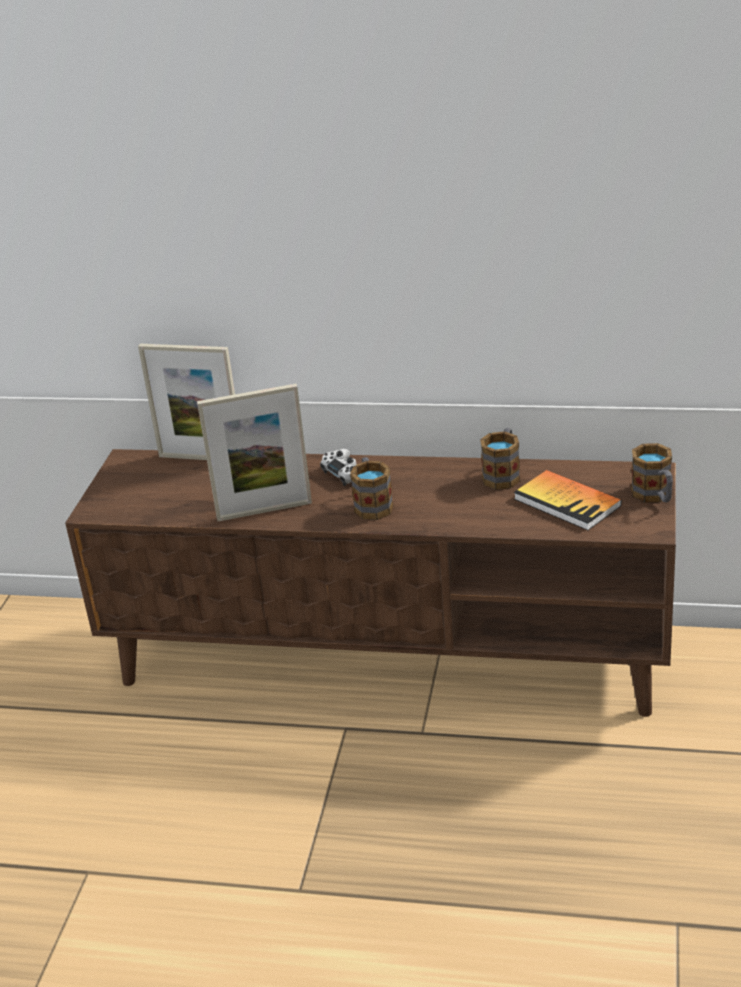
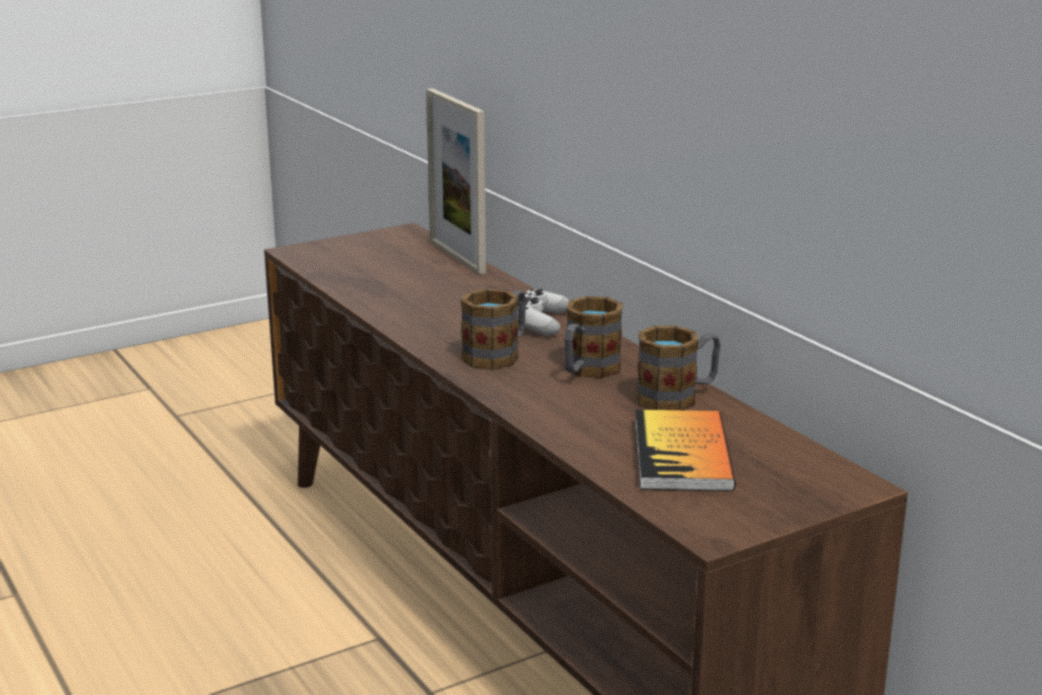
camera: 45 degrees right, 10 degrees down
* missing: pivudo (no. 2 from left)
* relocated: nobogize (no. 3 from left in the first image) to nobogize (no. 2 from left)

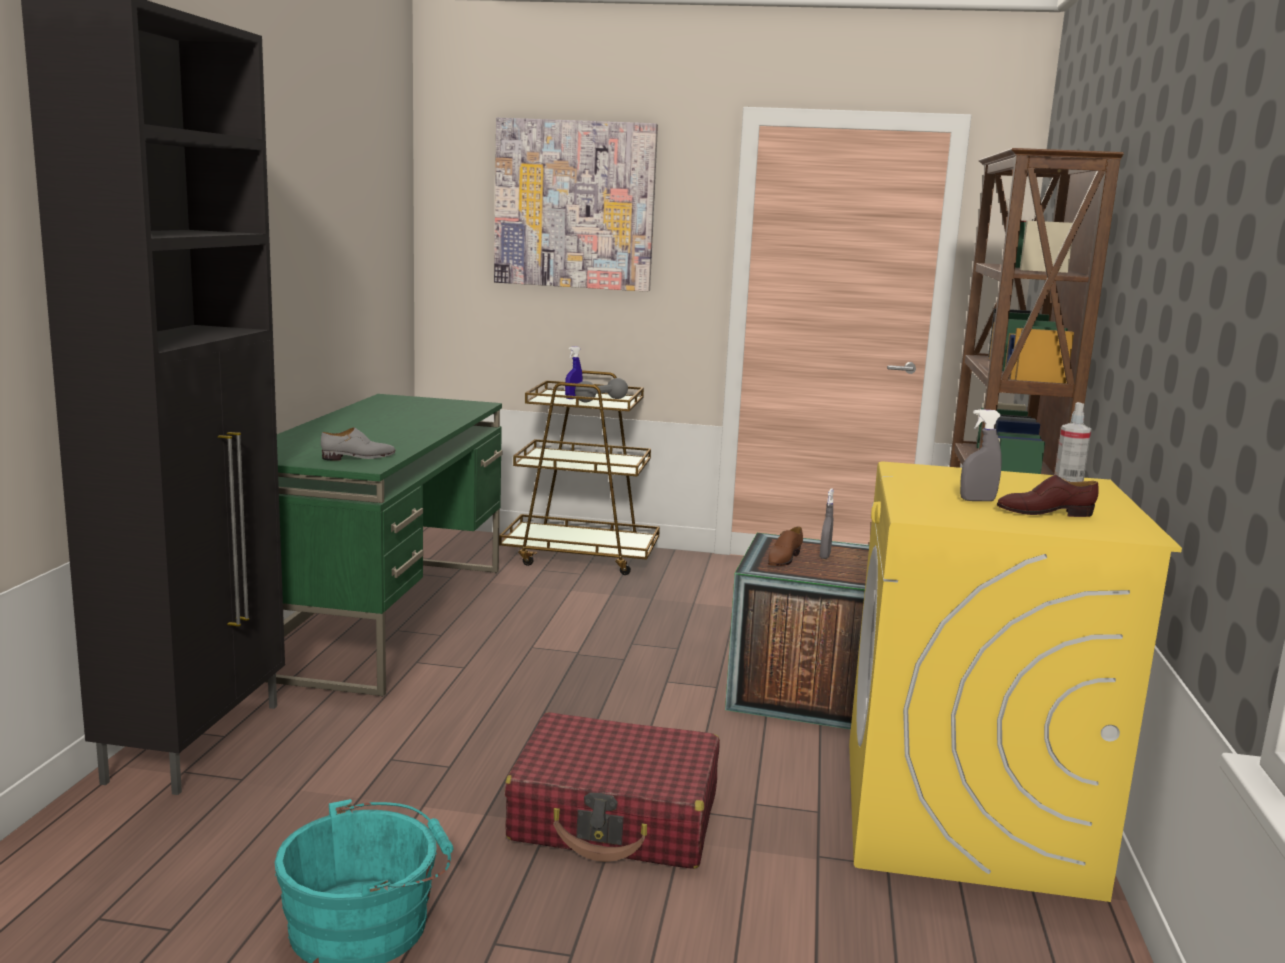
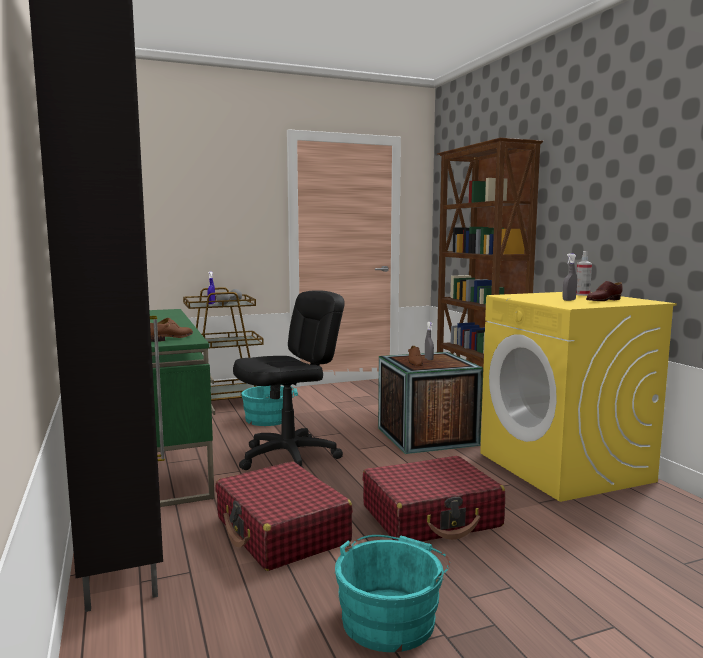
camera: 30 degrees left, 5 degrees down
* colour: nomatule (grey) to nomatule (brown) (no. 1 from left)
* missing: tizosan
* appeared: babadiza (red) (no. 1 from left)
* appeared: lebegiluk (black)
* appeared: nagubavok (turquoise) (no. 1 from left)

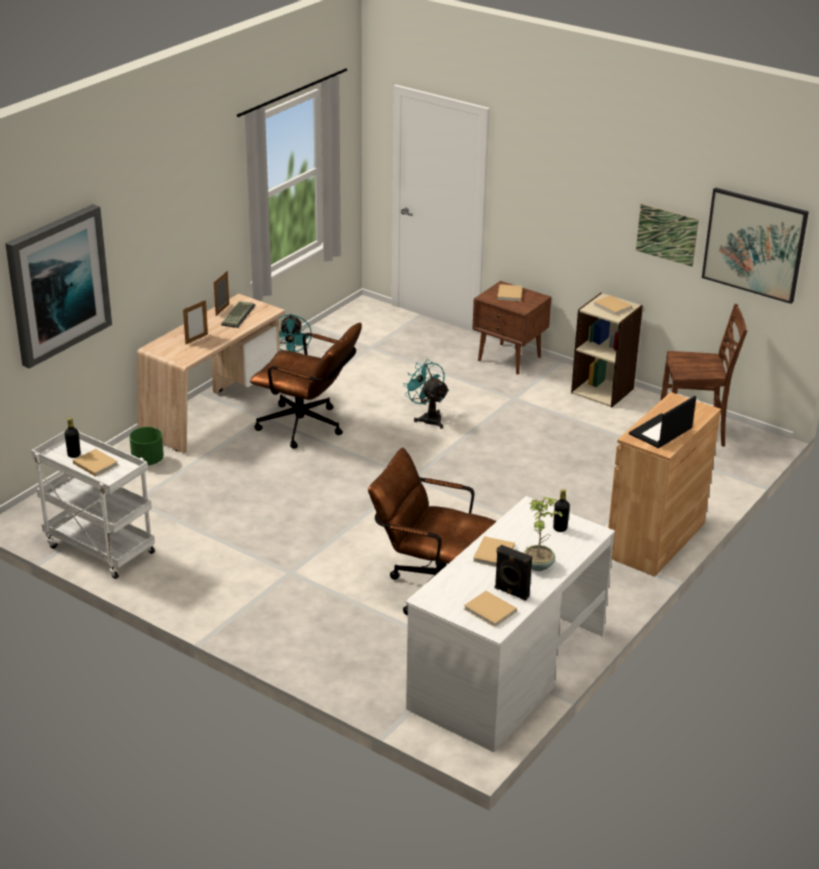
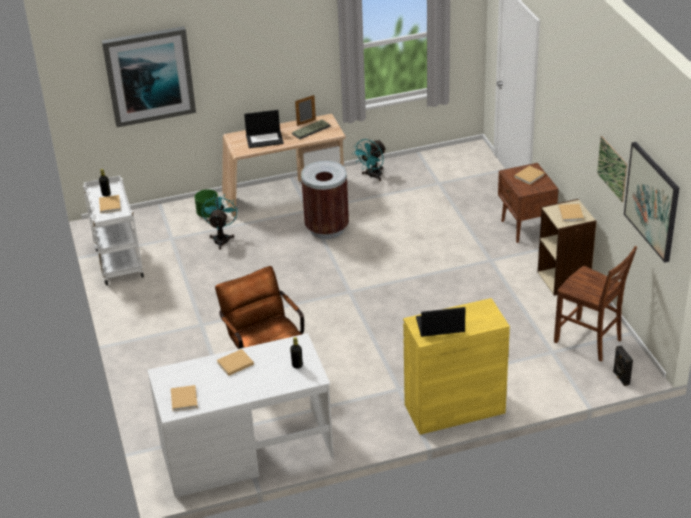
camera: 40 degrees right, 5 degrees up
* exchanged: pivudo (no. 1 from left) to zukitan (no. 1 from left)
* exchanged: lebegiluk (brown) (no. 1 from left) to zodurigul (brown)
* relocated: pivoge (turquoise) (no. 2 from left in the first image) to pivoge (turquoise) (no. 1 from left)
* relocated: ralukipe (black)
* missing: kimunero
* colour: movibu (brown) to movibu (yellow)

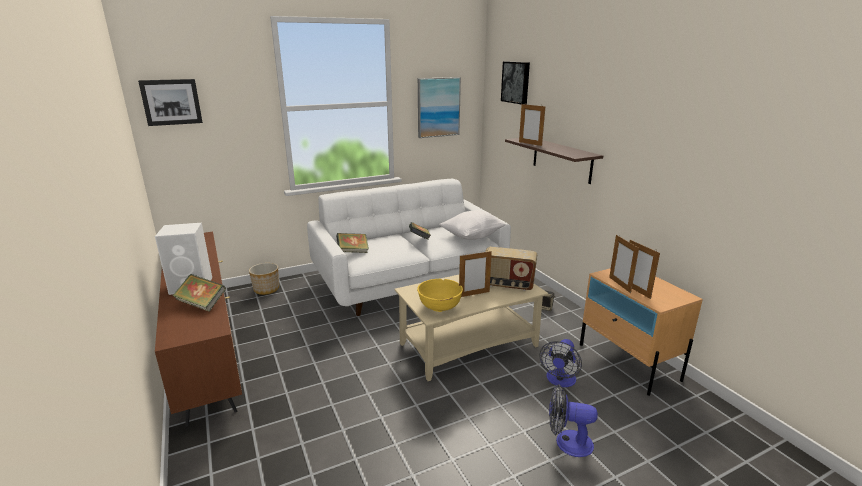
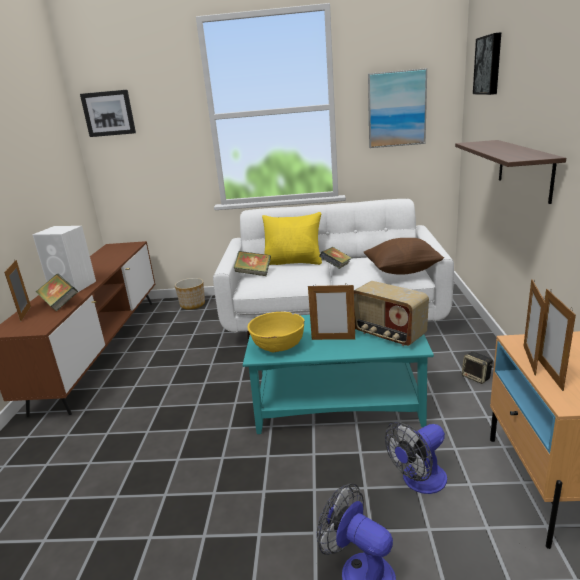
camera: 30 degrees right, 0 degrees up
* colour: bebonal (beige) to bebonal (turquoise)
* colour: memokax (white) to memokax (brown)
* relocated: pivudo (no. 2 from left in the first image) to pivudo (no. 1 from left)
* appeared: memokax (yellow)

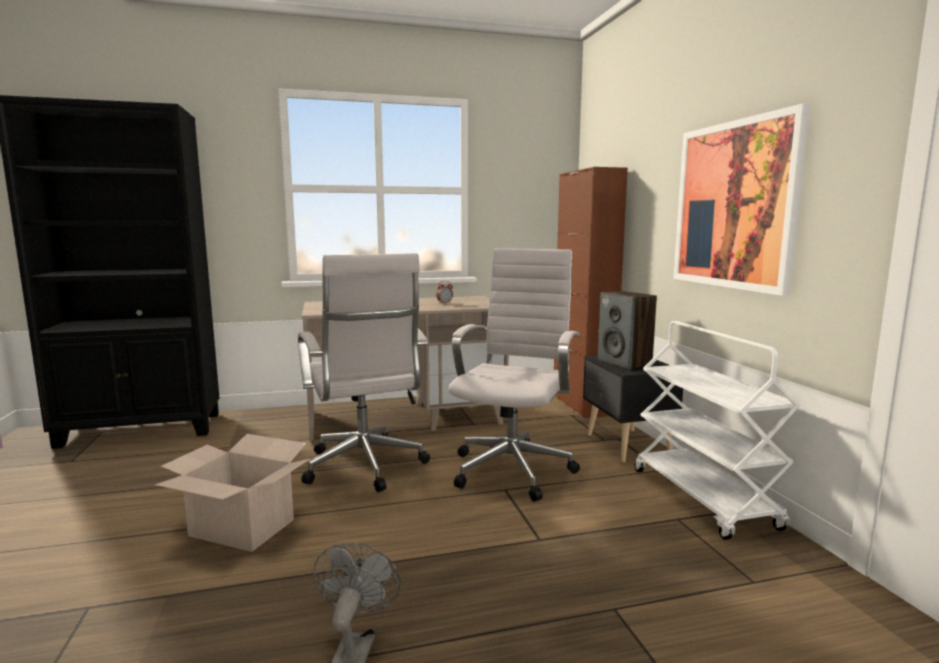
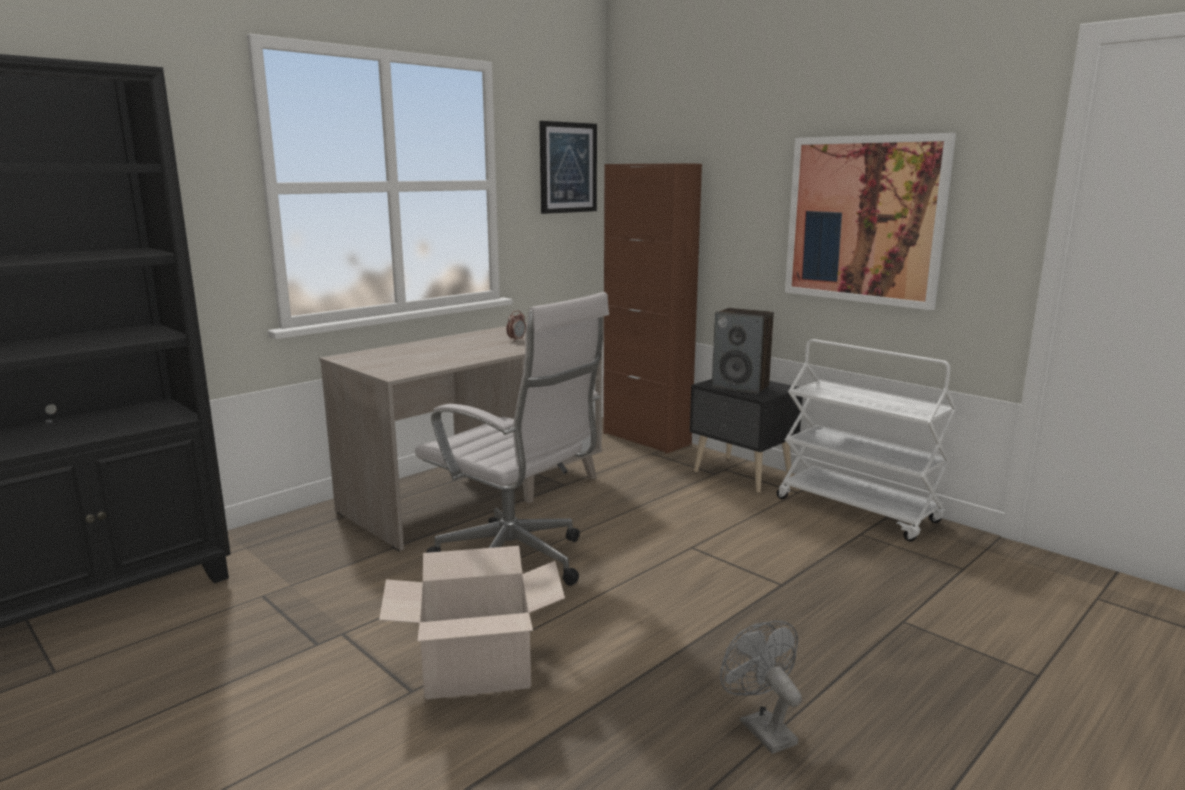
camera: 30 degrees left, 5 degrees up
* missing: lebegiluk (white) (no. 2 from left)
* appeared: tizosan (no. 1 from left)

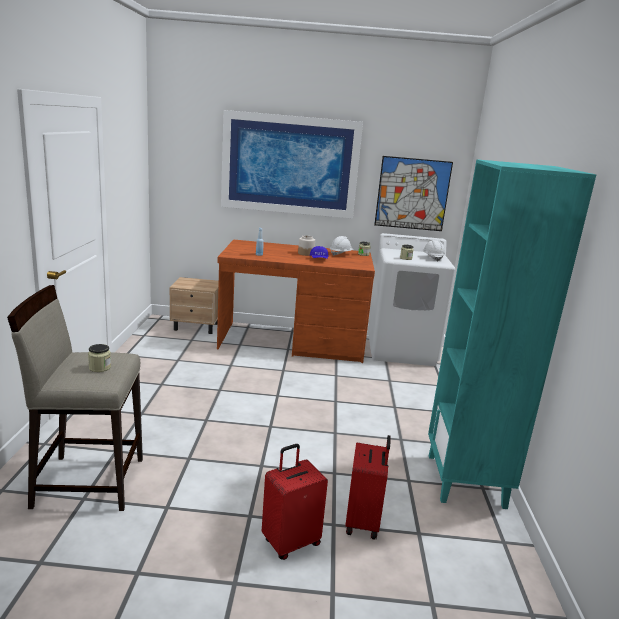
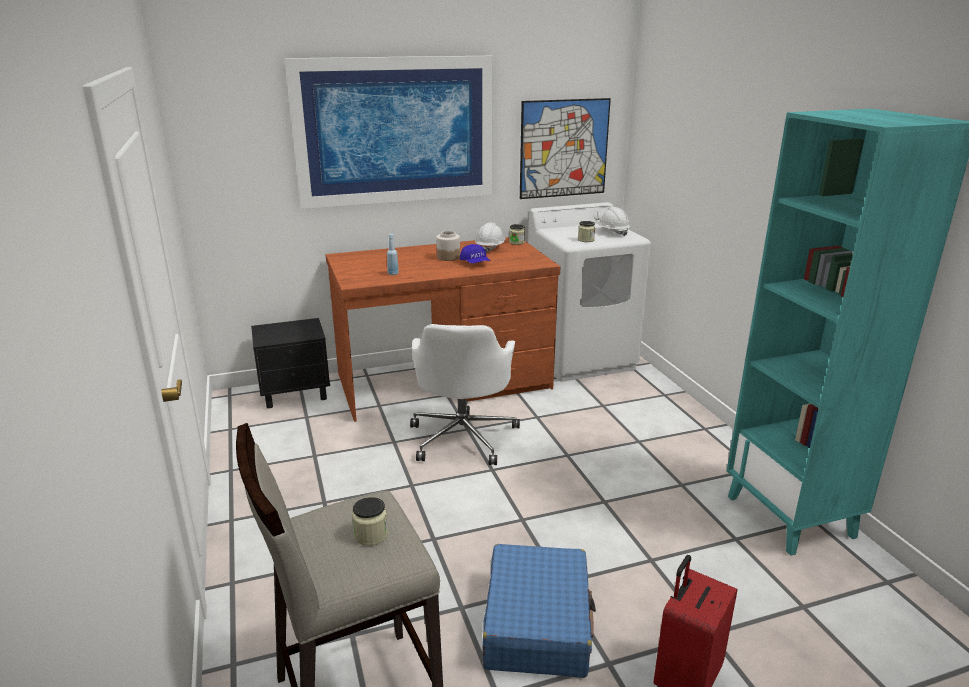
camera: 20 degrees left, 5 degrees up
* colour: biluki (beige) to biluki (black)
* missing: babadiza (red) (no. 2 from left)
* appeared: lebegiluk (white)
* appeared: babadiza (blue)

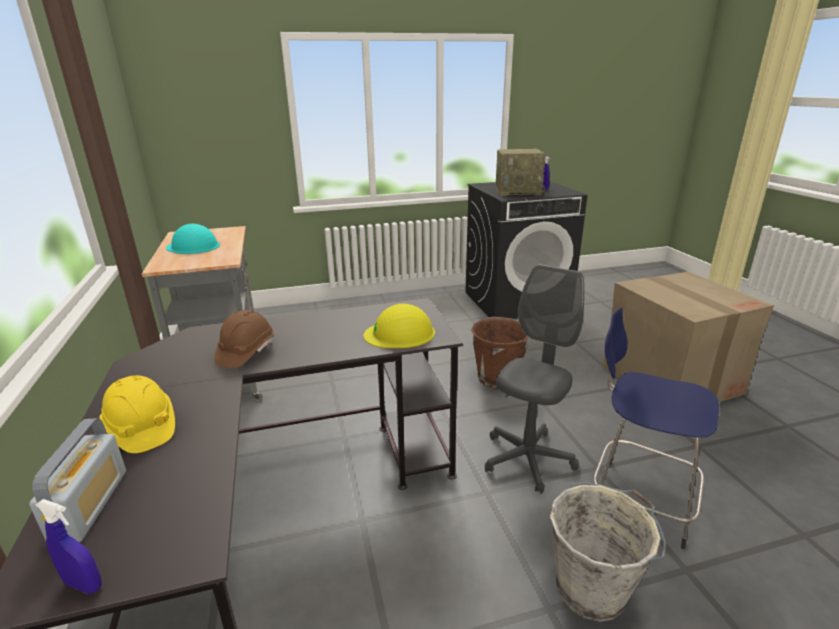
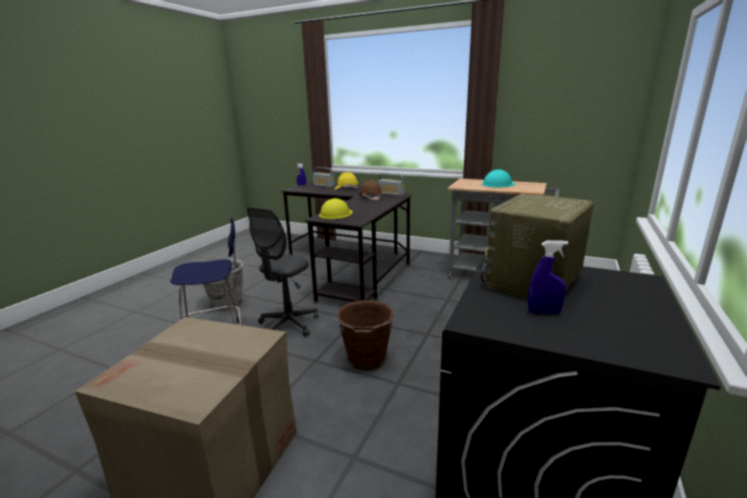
camera: 130 degrees right, 5 degrees down
* spun: lebegiluk (grey) 45 degrees clockwise
* appeared: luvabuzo (no. 2 from left)

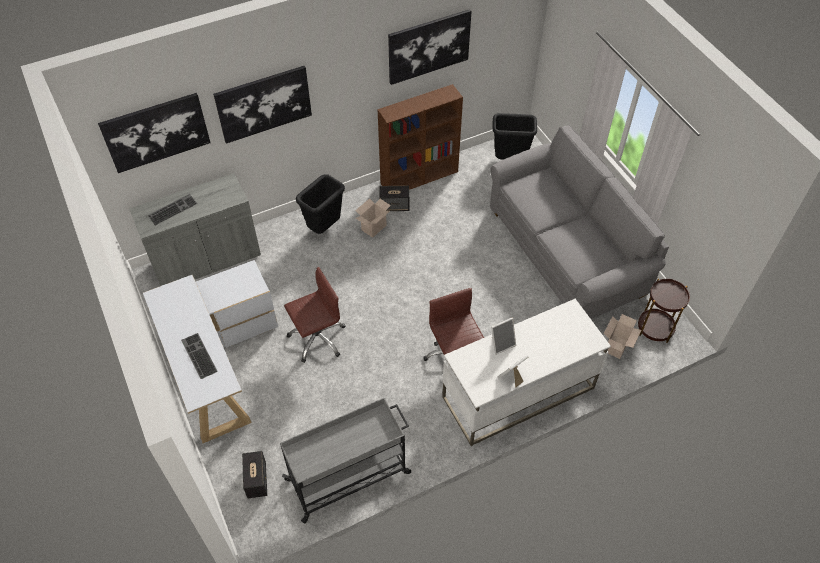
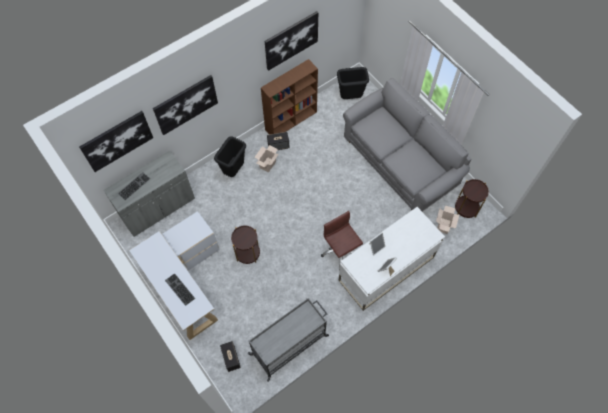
camera: 10 degrees left, 10 degrees up
* exchanged: lebegiluk (brown) (no. 1 from left) to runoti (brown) (no. 1 from left)

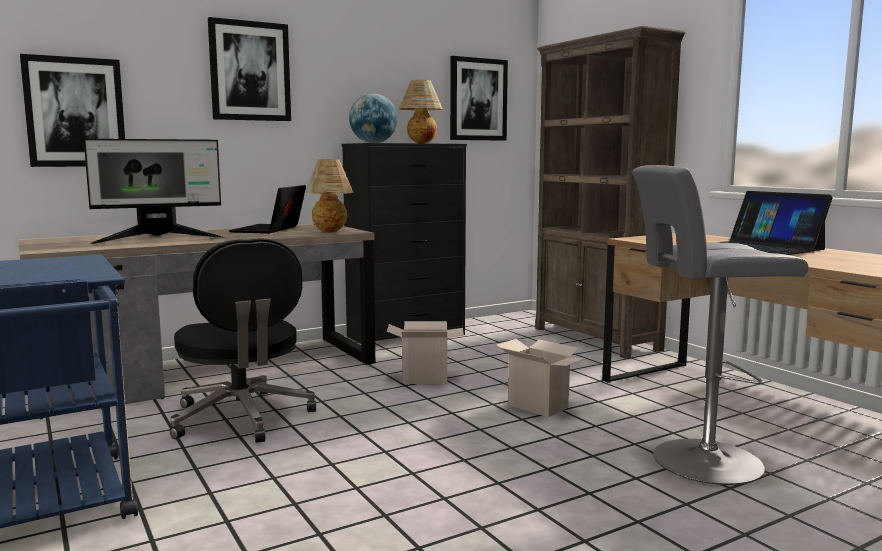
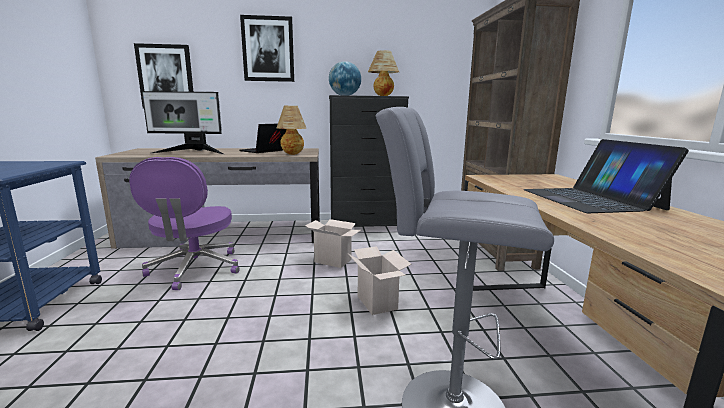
camera: 25 degrees right, 5 degrees up
* colour: lebegiluk (black) to lebegiluk (purple)
* missing: tizosan (no. 3 from left)

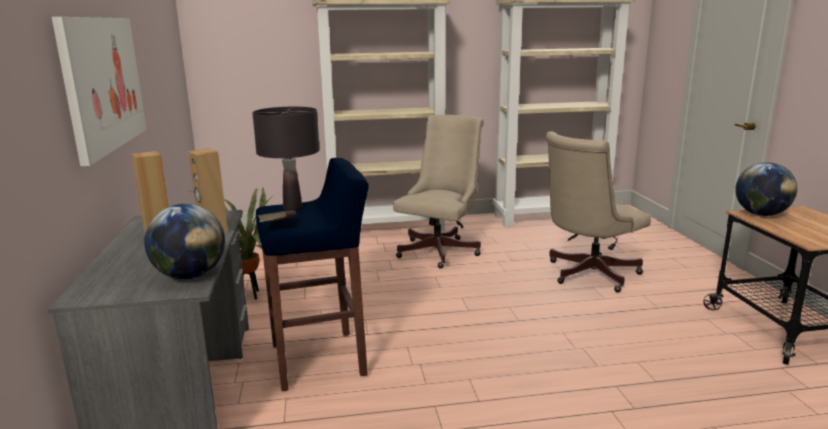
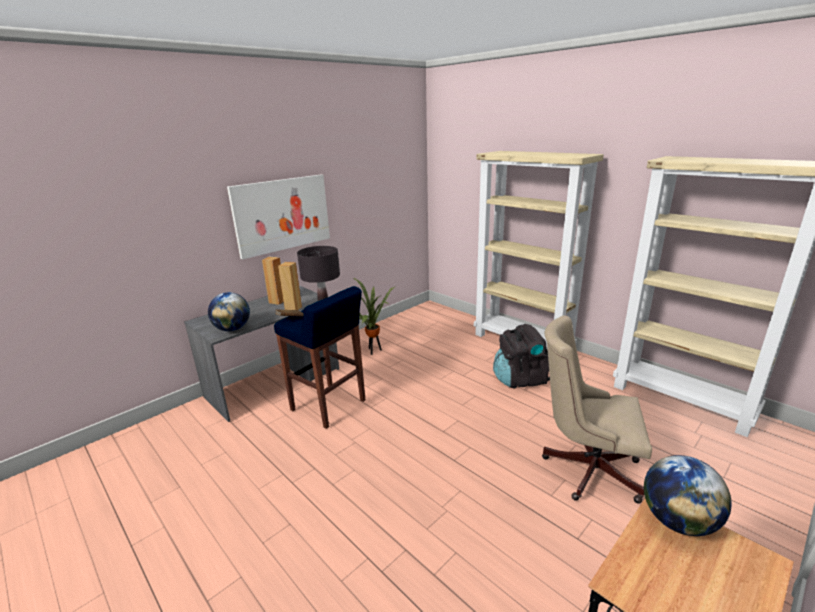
camera: 55 degrees right, 5 degrees up
* exchanged: lebegiluk (beige) (no. 1 from left) to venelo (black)

